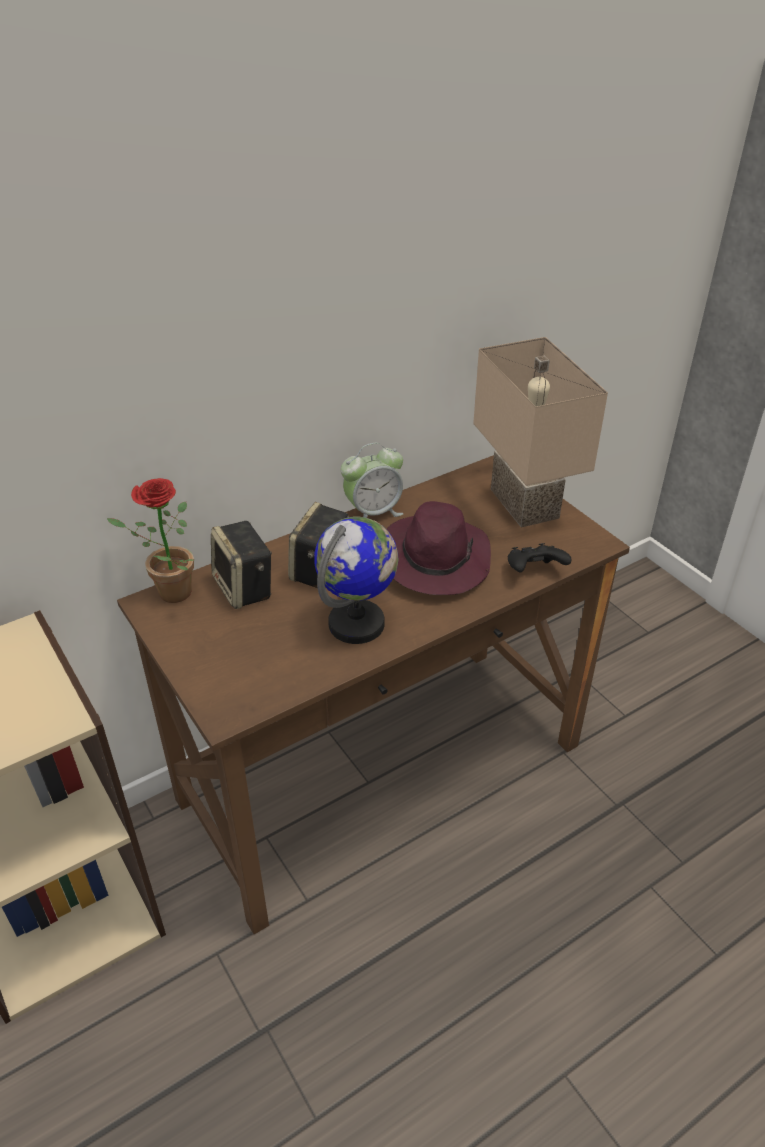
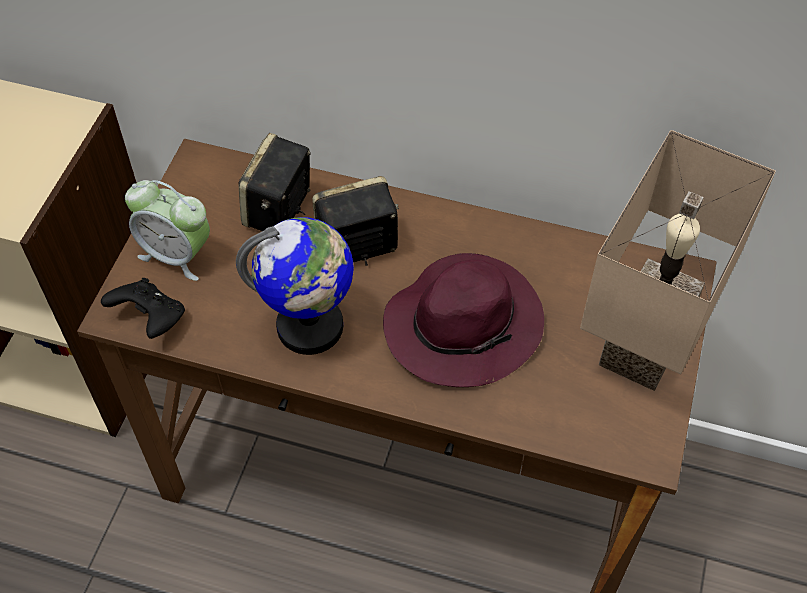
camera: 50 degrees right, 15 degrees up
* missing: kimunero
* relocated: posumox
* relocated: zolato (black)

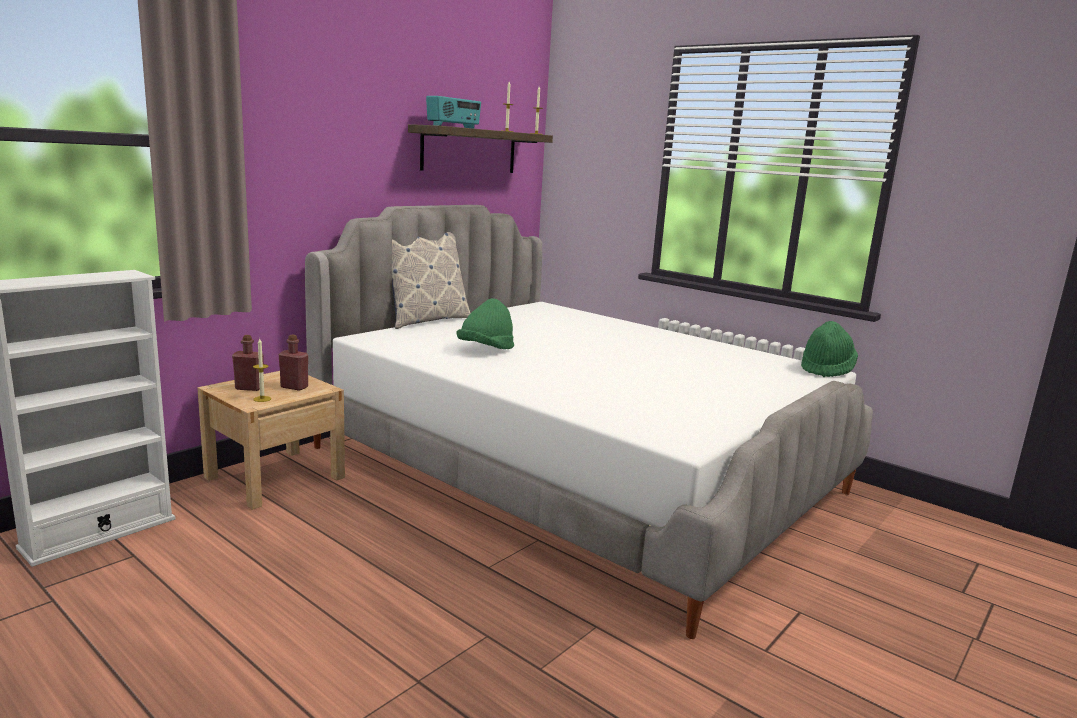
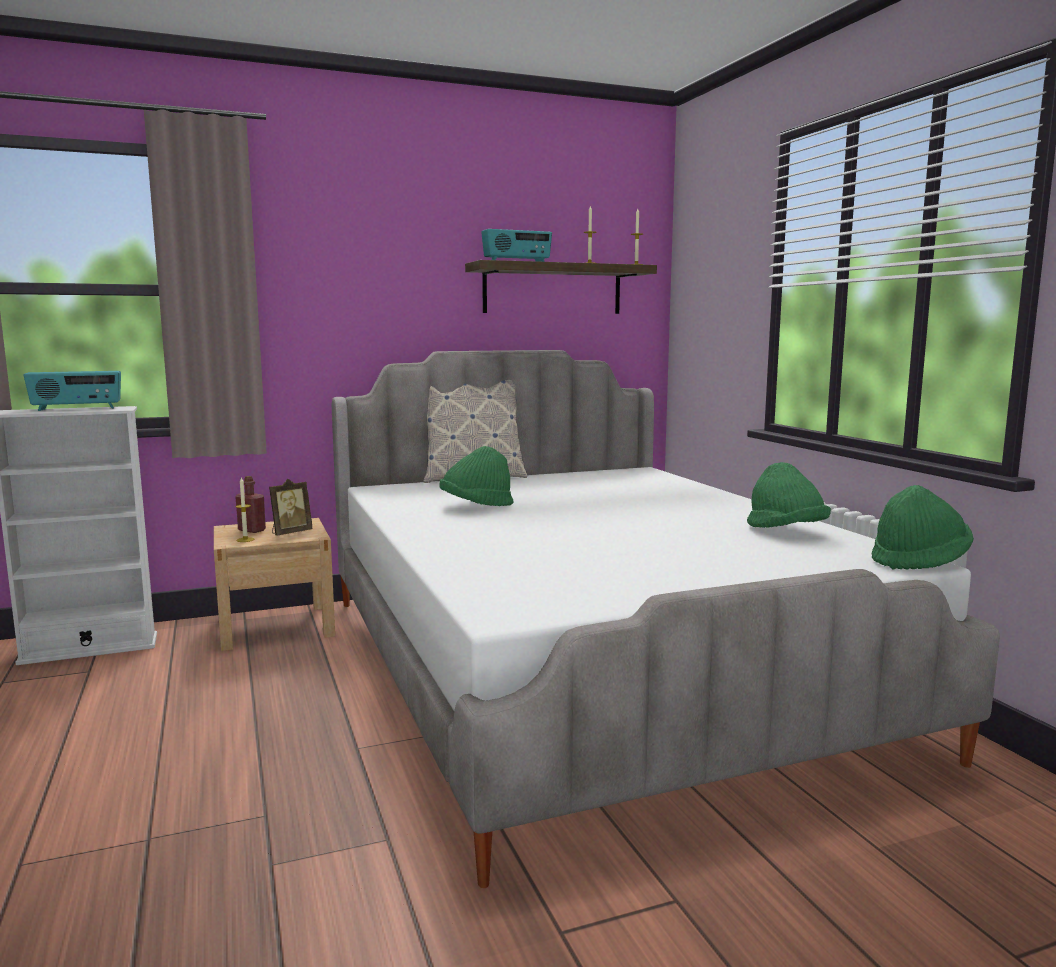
camera: 30 degrees right, 5 degrees down
* exchanged: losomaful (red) (no. 2 from left) to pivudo
* appeared: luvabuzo (no. 1 from left)
* appeared: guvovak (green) (no. 2 from left)

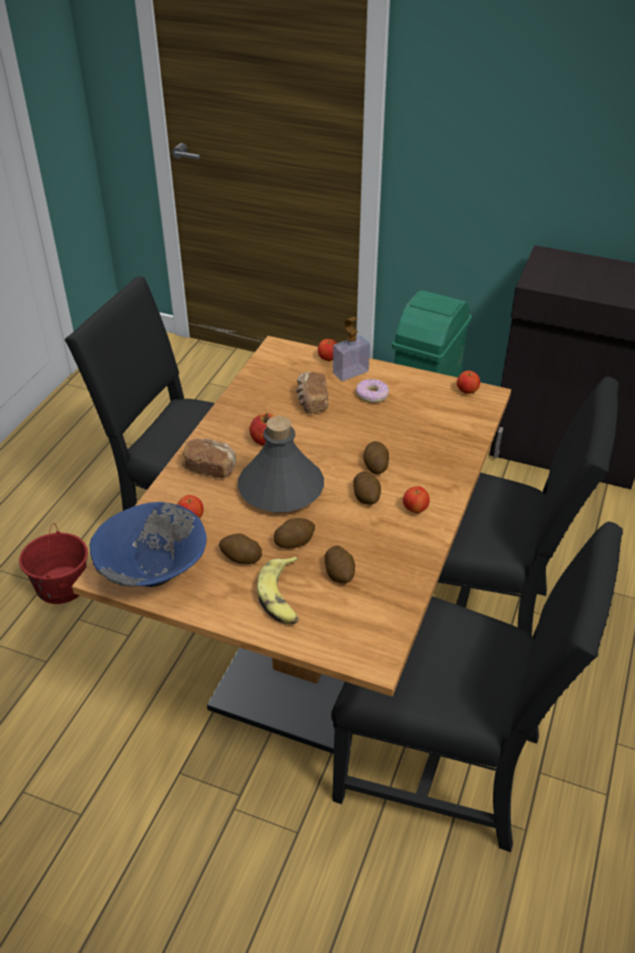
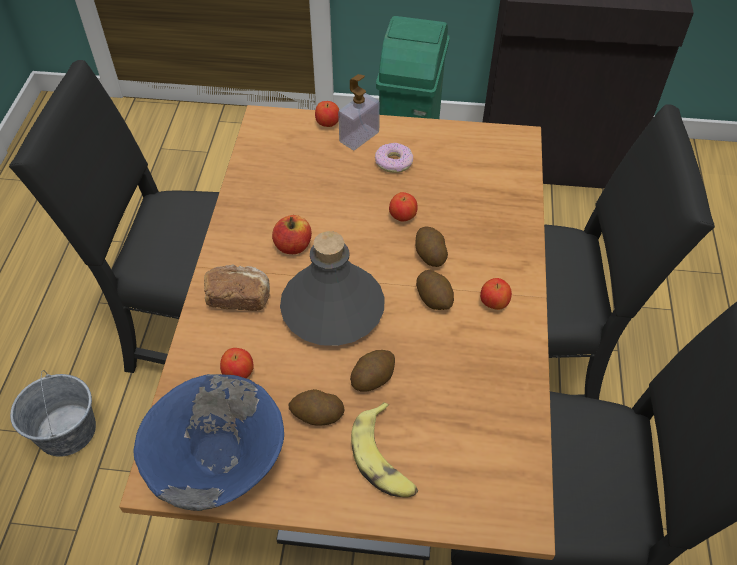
camera: 15 degrees left, 10 degrees up
* colour: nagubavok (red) to nagubavok (grey)
* missing: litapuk (no. 2 from left)
* missing: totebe (no. 3 from left)
* relocated: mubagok (no. 5 from left in the first image) to mubagok (no. 4 from left)

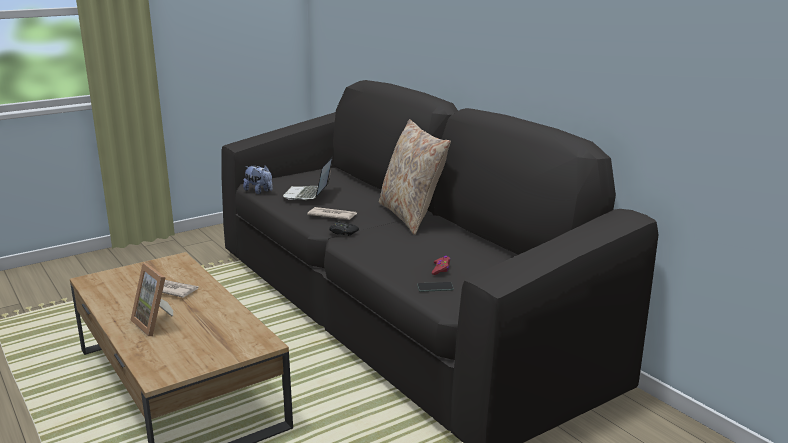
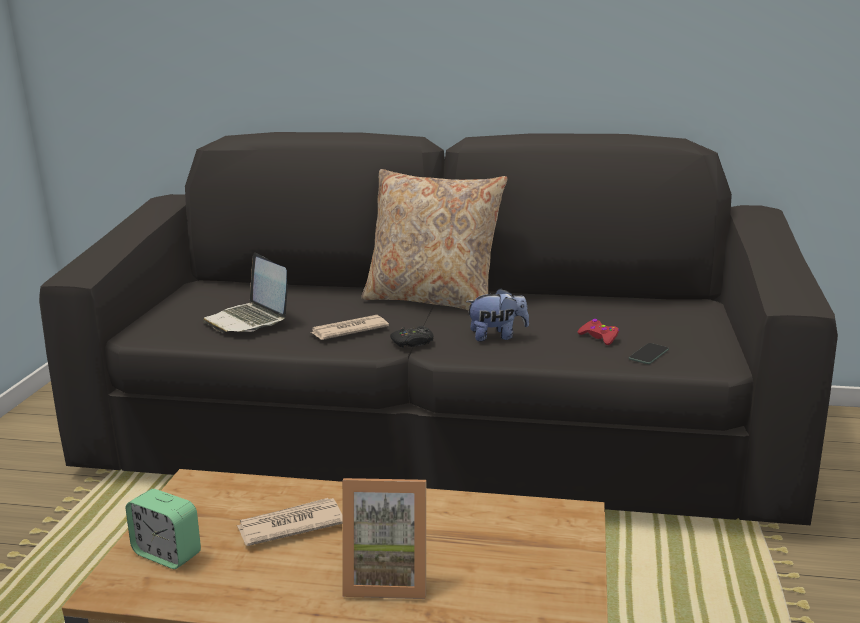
camera: 45 degrees left, 0 degrees up
* relocated: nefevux
* appeared: posumox

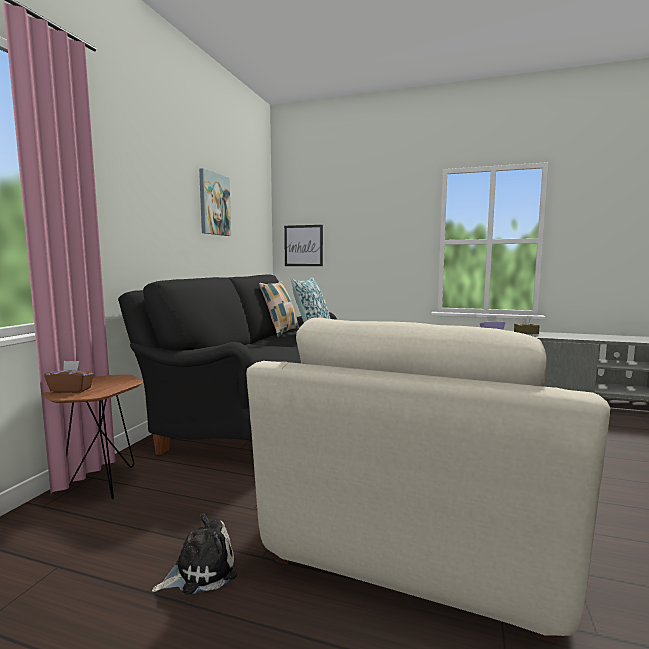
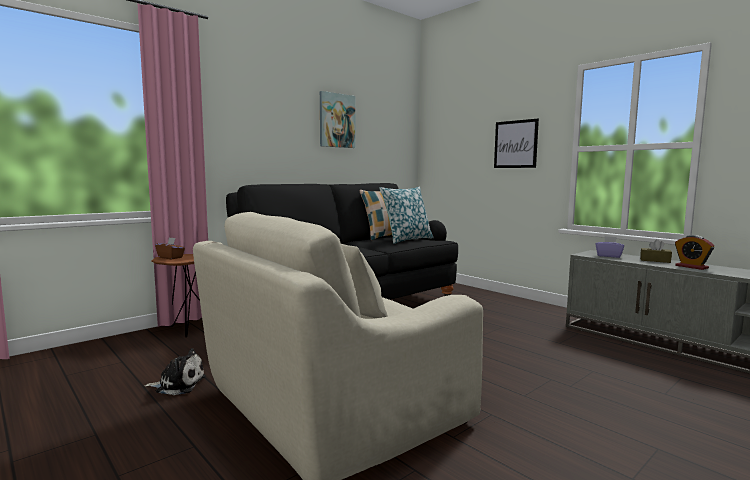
camera: 30 degrees right, 0 degrees up
* relocated: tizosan (no. 2 from left)
* appeared: posumox

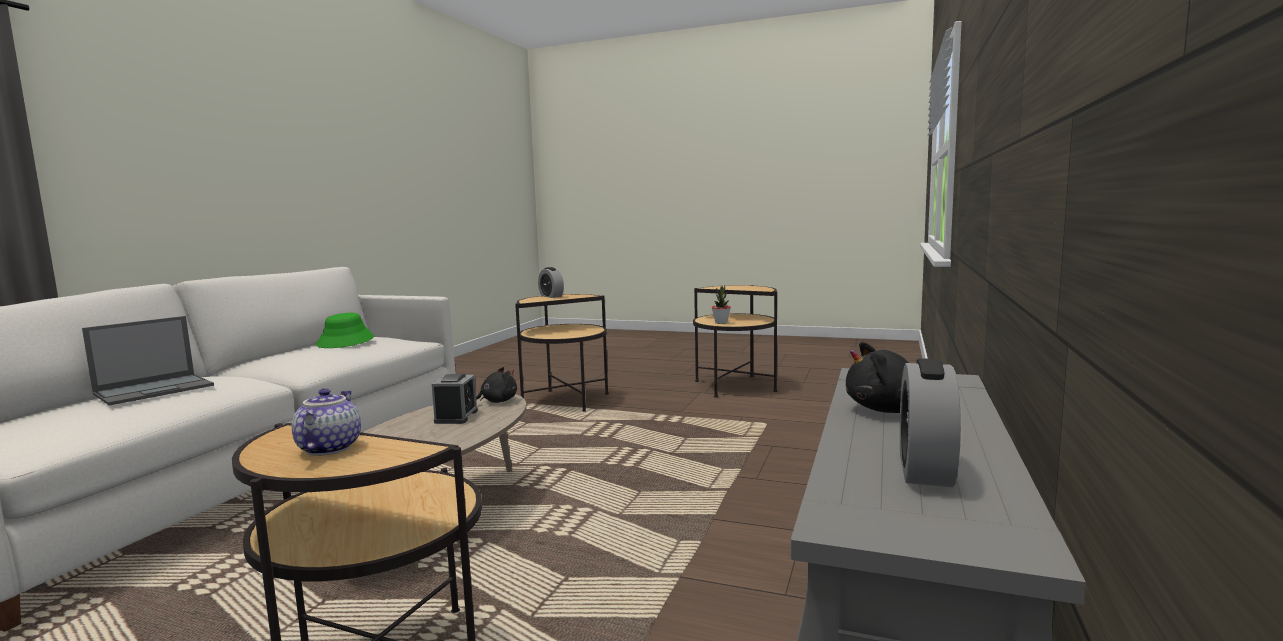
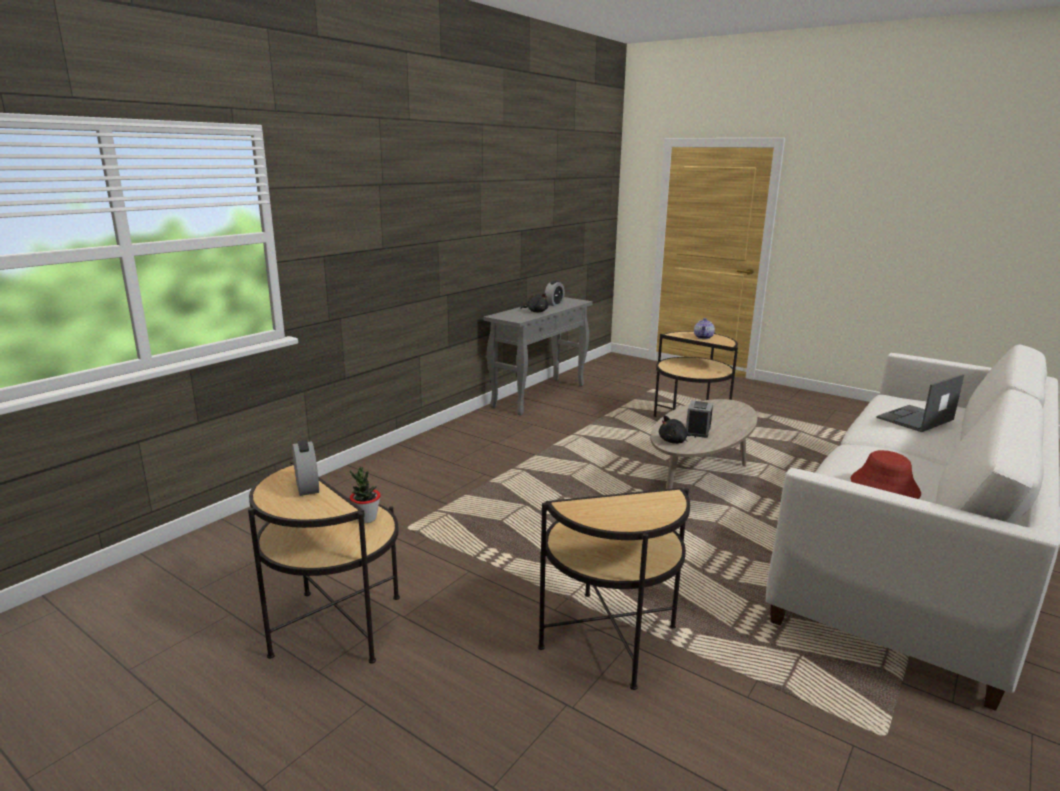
camera: 165 degrees left, 10 degrees up
* colour: guvovak (green) to guvovak (red)
* relocated: posumox (no. 2 from left in the first image) to posumox (no. 1 from left)

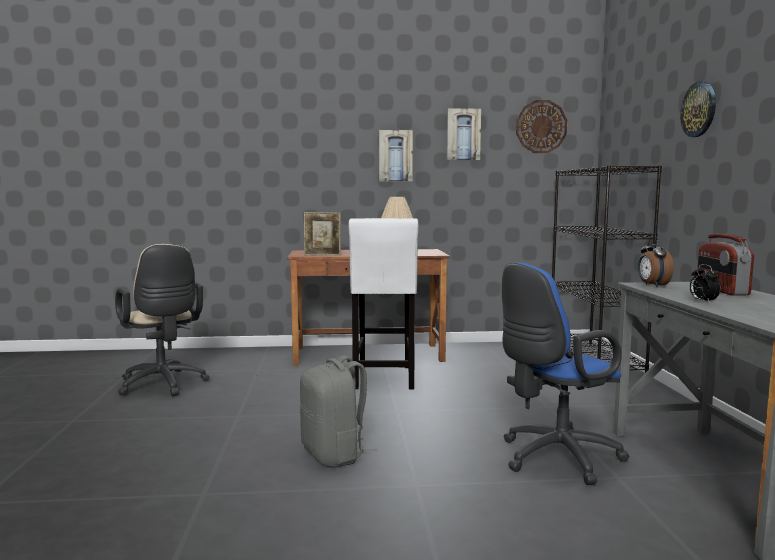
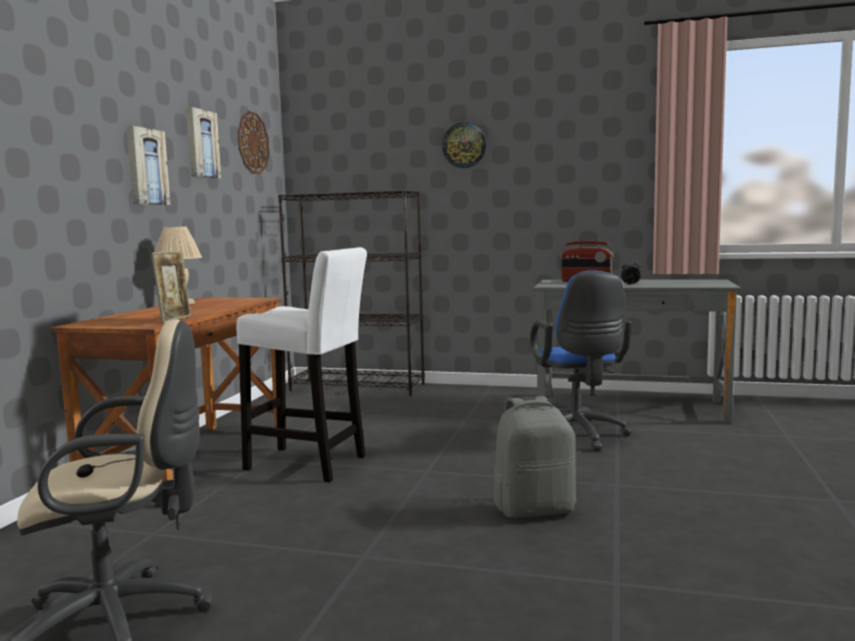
camera: 70 degrees left, 0 degrees up
* missing: posumox (no. 1 from left)

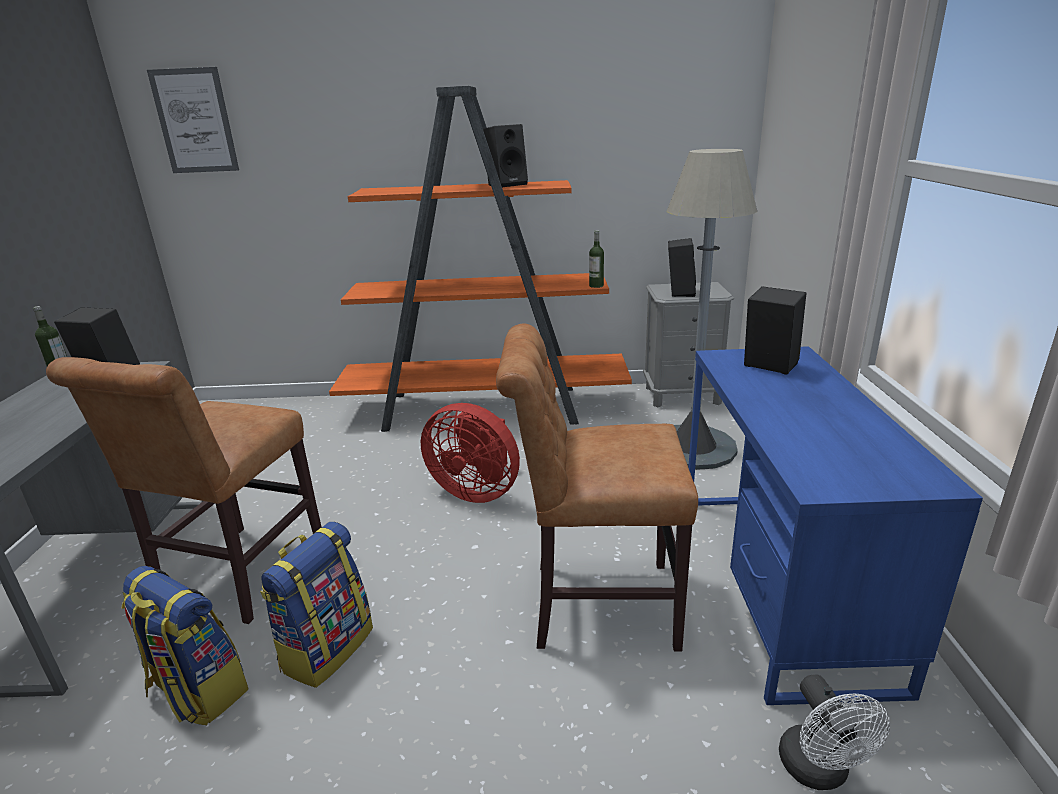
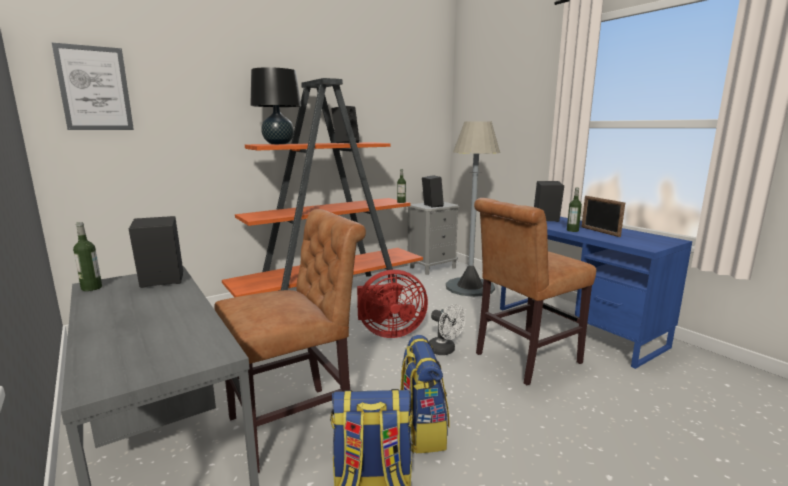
camera: 35 degrees left, 10 degrees down
* spun: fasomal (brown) (no. 1 from left) 105 degrees counterclockwise
* relocated: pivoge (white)
* appeared: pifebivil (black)
* appeared: losomaful (no. 3 from left)
* appeared: pivudo

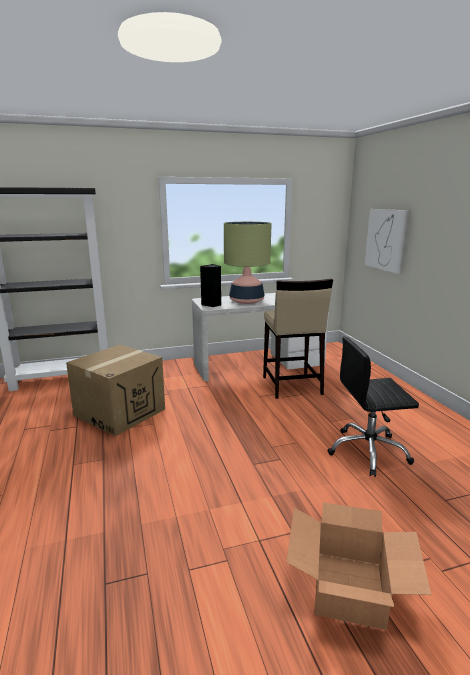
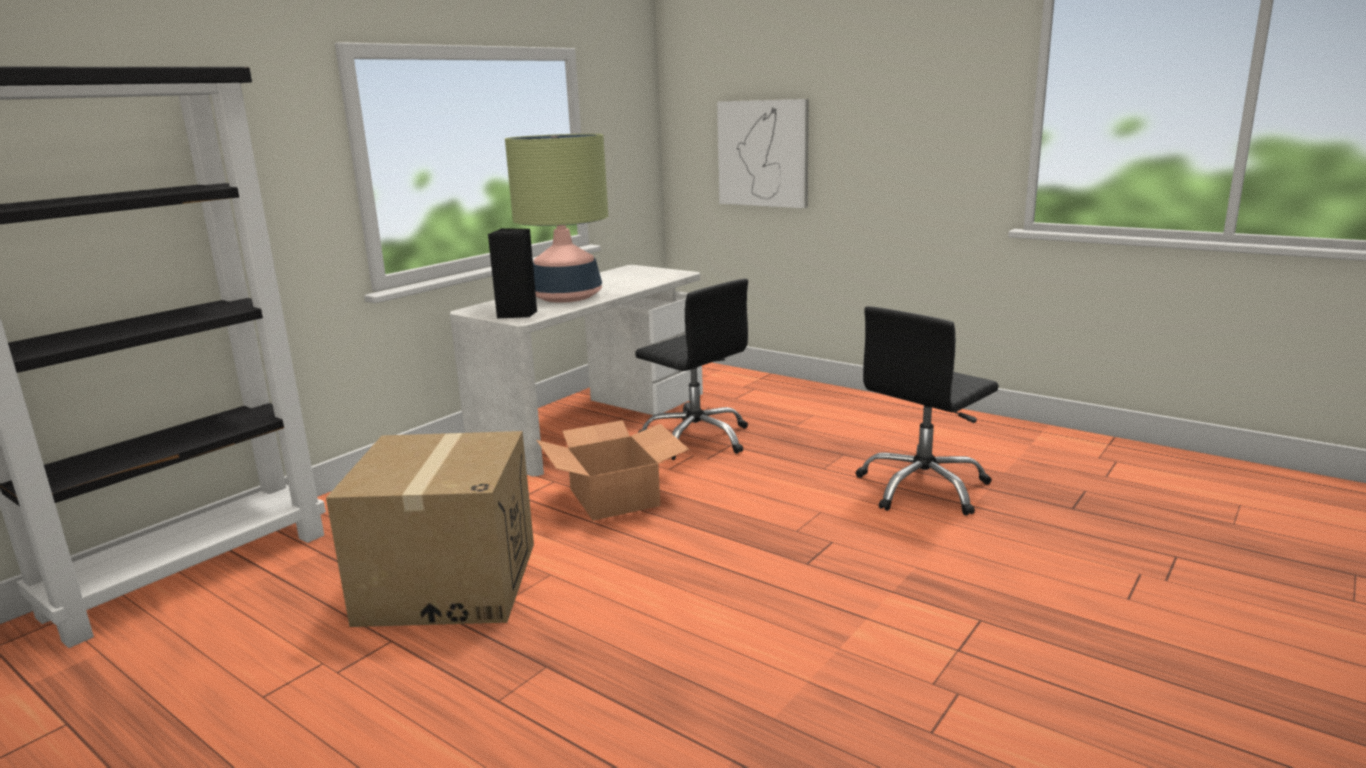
camera: 35 degrees left, 0 degrees up
* exchanged: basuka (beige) to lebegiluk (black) (no. 1 from left)
* relocated: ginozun (no. 2 from left)

